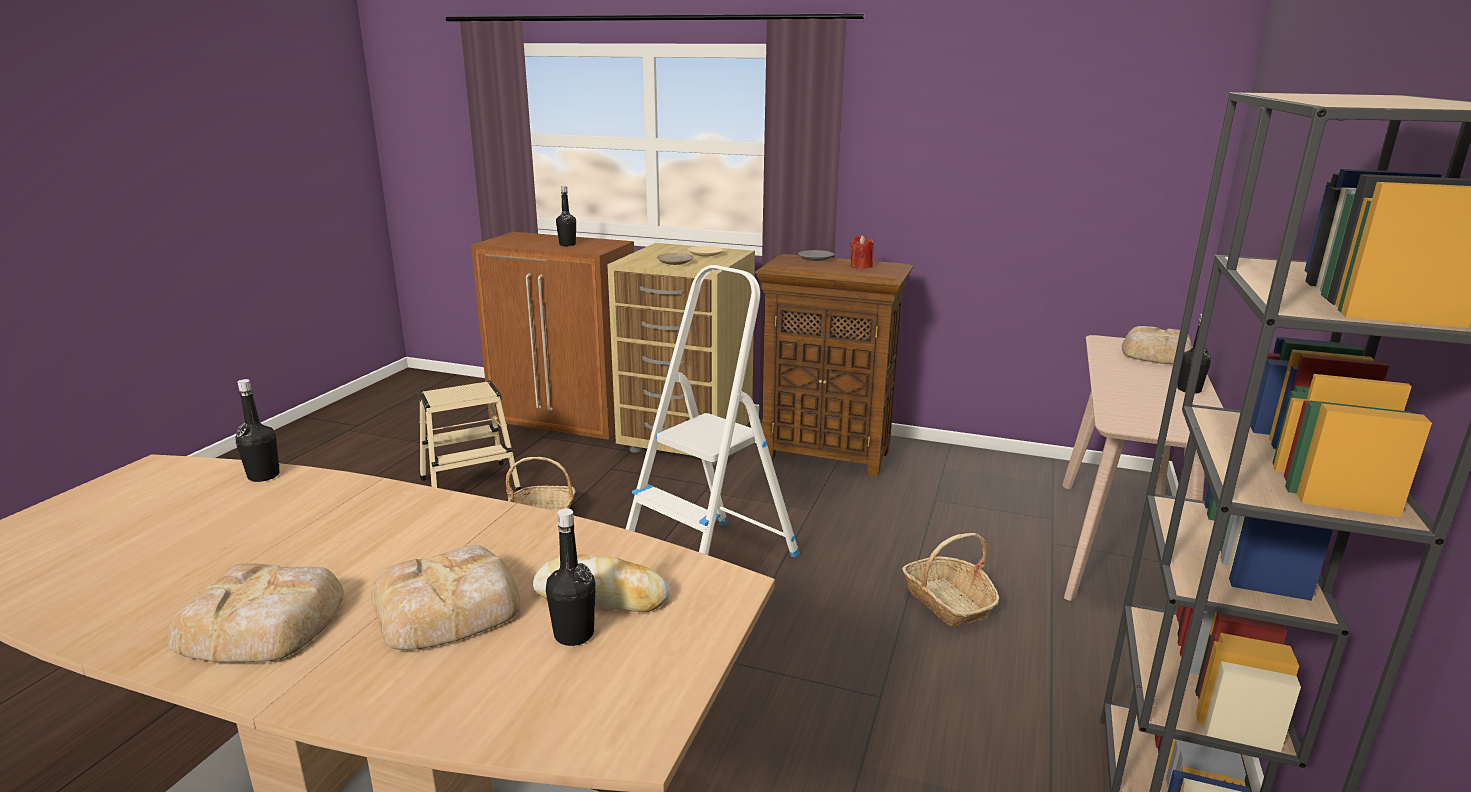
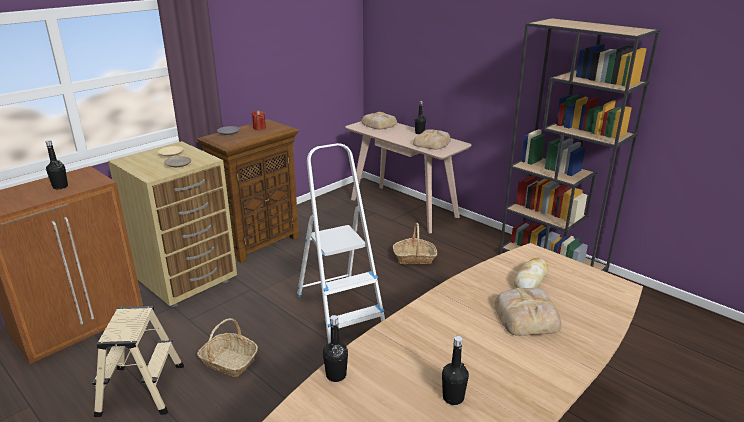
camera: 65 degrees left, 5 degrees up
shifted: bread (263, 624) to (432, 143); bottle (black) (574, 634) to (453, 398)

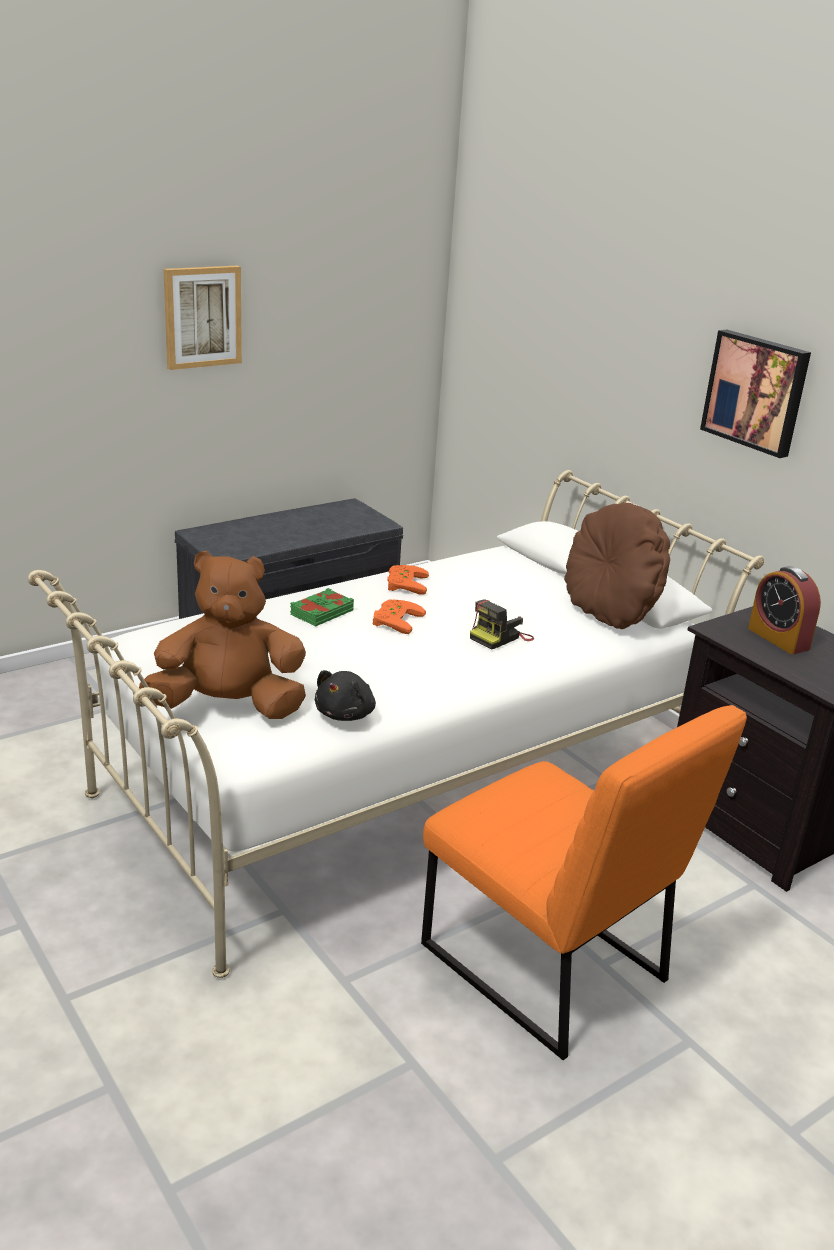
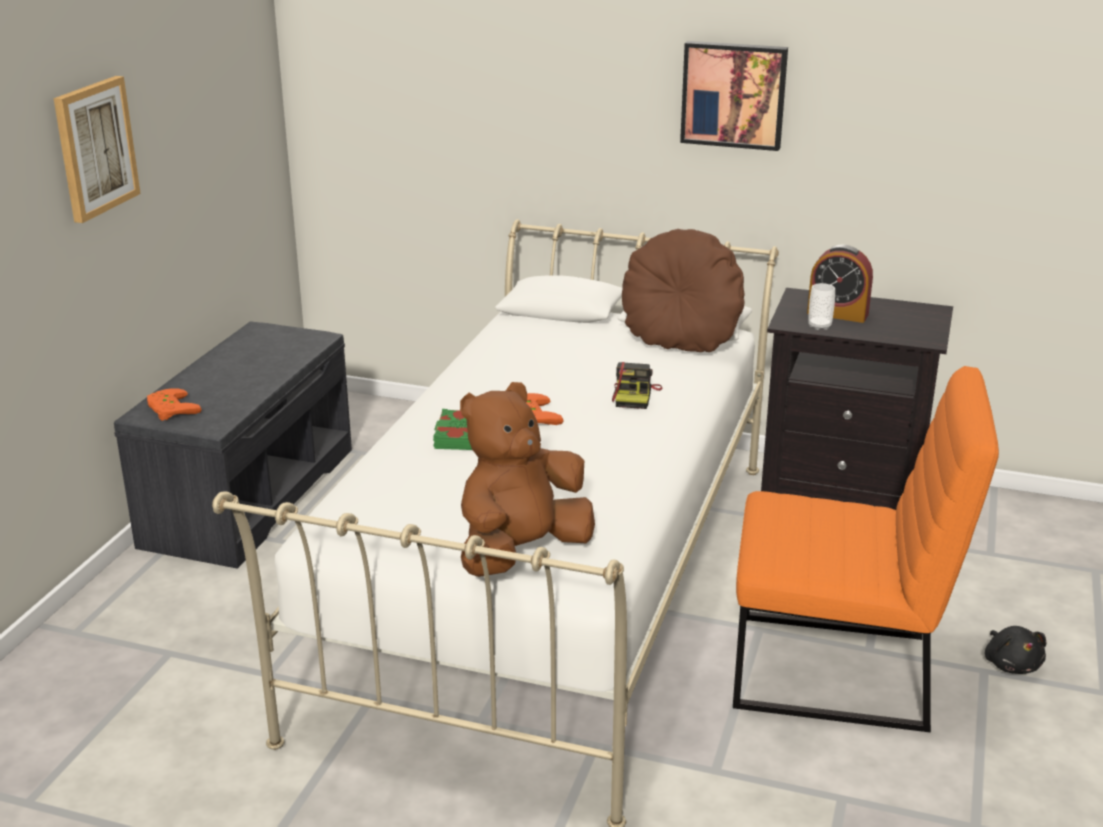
camera: 35 degrees left, 0 degrees up
new: cup (819, 326)
shifted: game controller (orange) (404, 583) to (169, 409); plush toy (black) (346, 714) to (1011, 664)

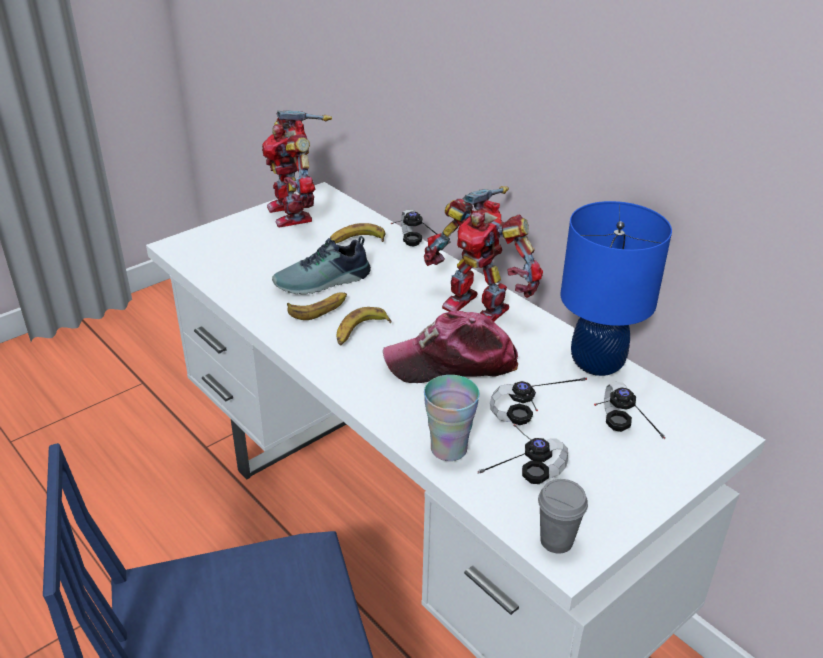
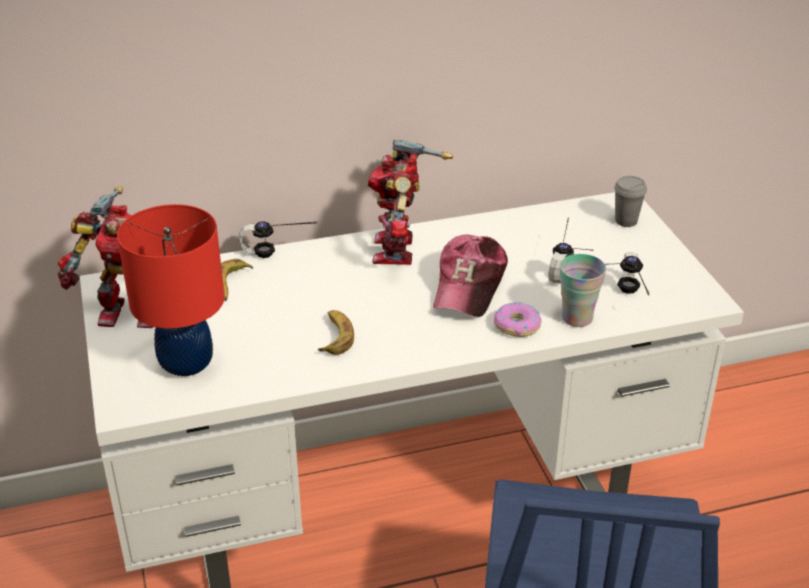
camera: 65 degrees left, 0 degrees up
gone: shoe (323, 282); banana (360, 332); table lamp (blue) (597, 366); headphones (615, 438)
new: table lamp (red) (189, 365); donut (516, 326)
shifted: cup (grey) (556, 541) to (626, 221)
rotated: toy robot (478, 306) = (398, 250) 120 degrees clockwise

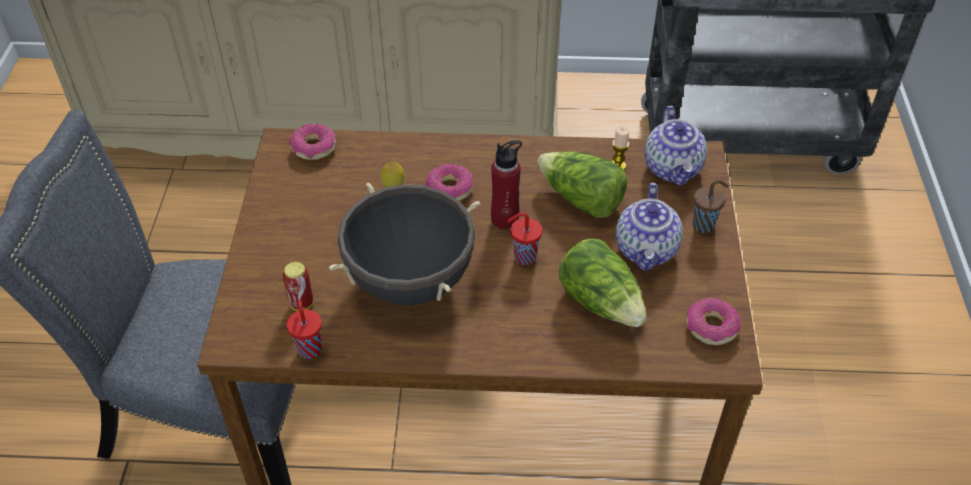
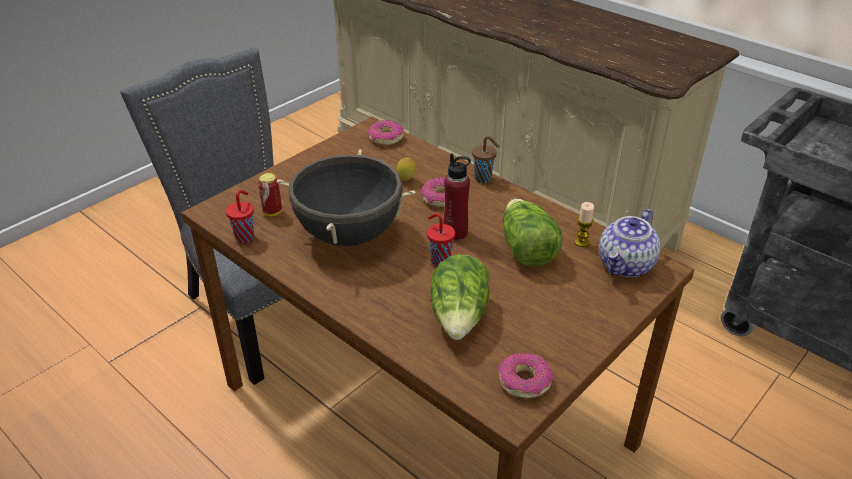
camera: 40 degrees right, 10 degrees down
gone: teapot (647, 250)
shifted: cup (brown) (704, 225) to (484, 179)

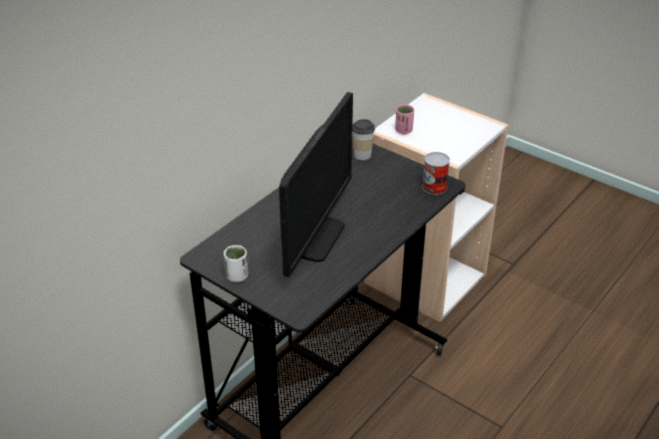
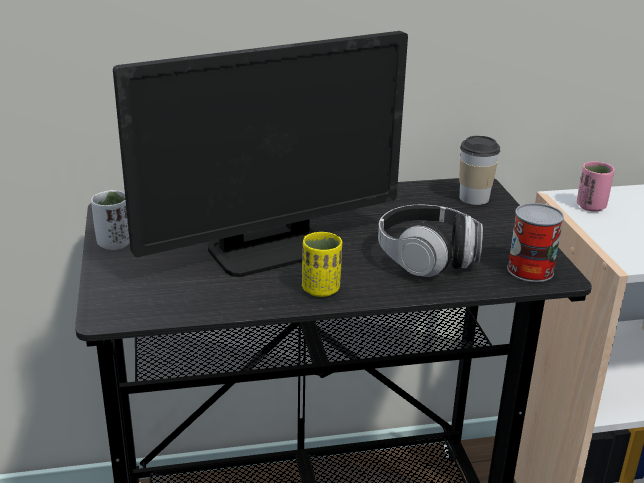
camera: 40 degrees right, 10 degrees down
new: cup (yellow) (321, 289); headphones (427, 258)

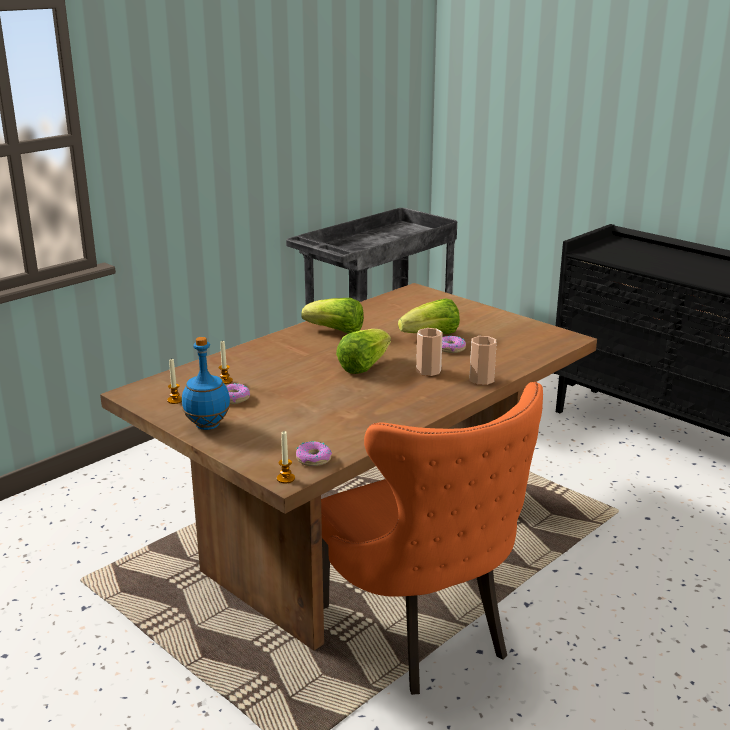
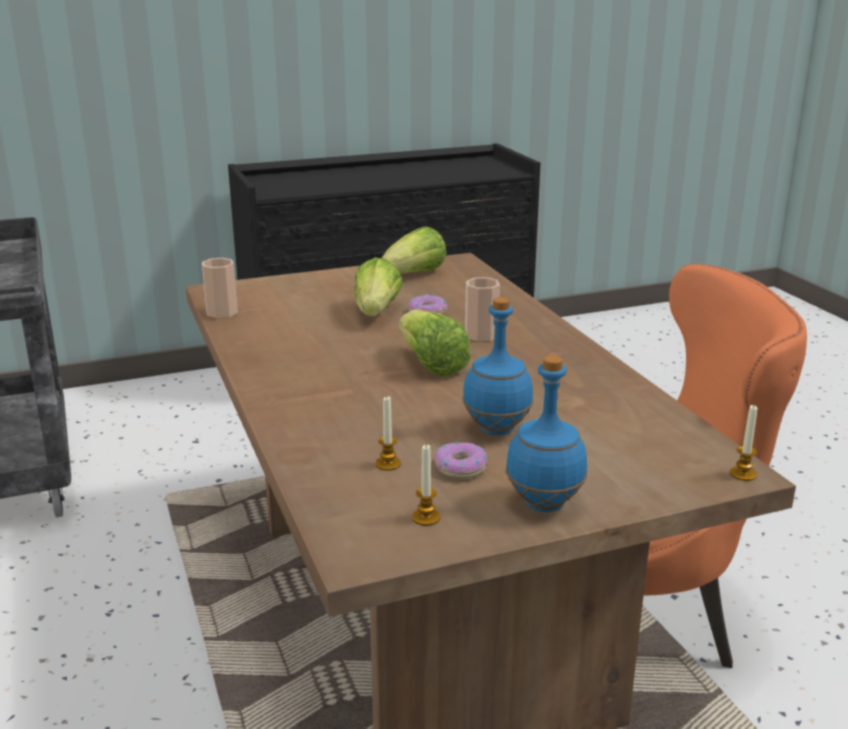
camera: 65 degrees left, 0 degrees up
gone: donut (313, 459)
new: bottle (blue) (495, 430)
shifted: cup (481, 379) to (222, 313); lettuce (336, 331) to (414, 275)

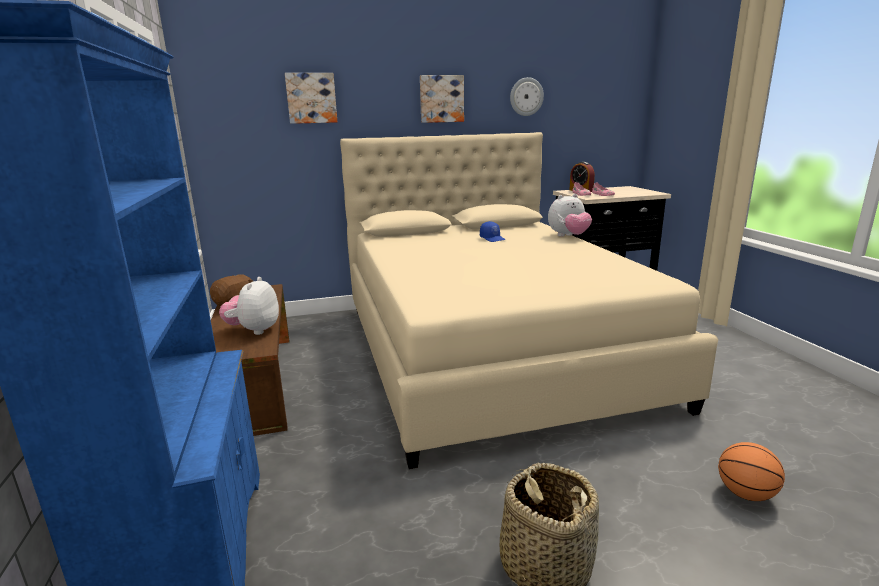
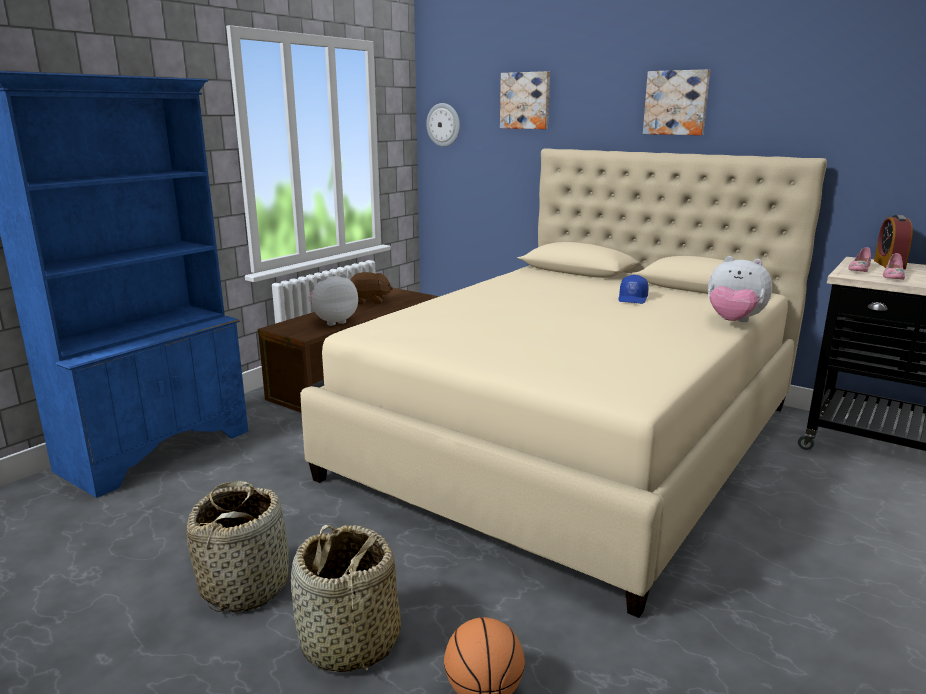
camera: 50 degrees right, 0 degrees up
new: basket (349, 642)
shifted: wall clock (526, 97) to (443, 125)

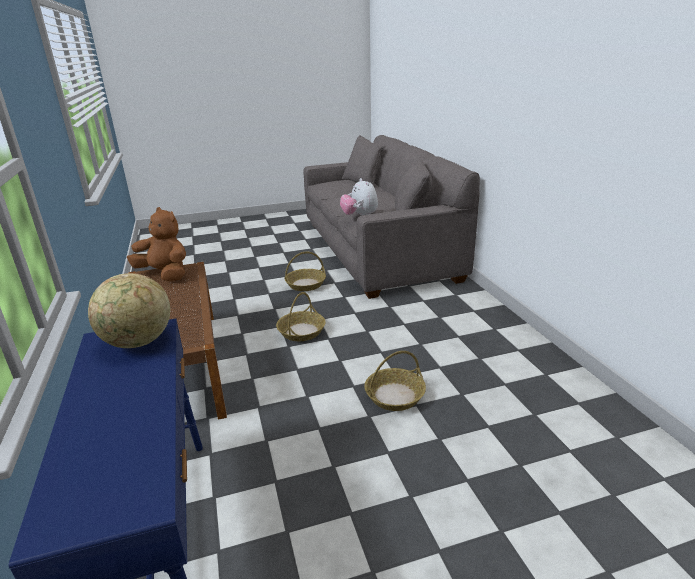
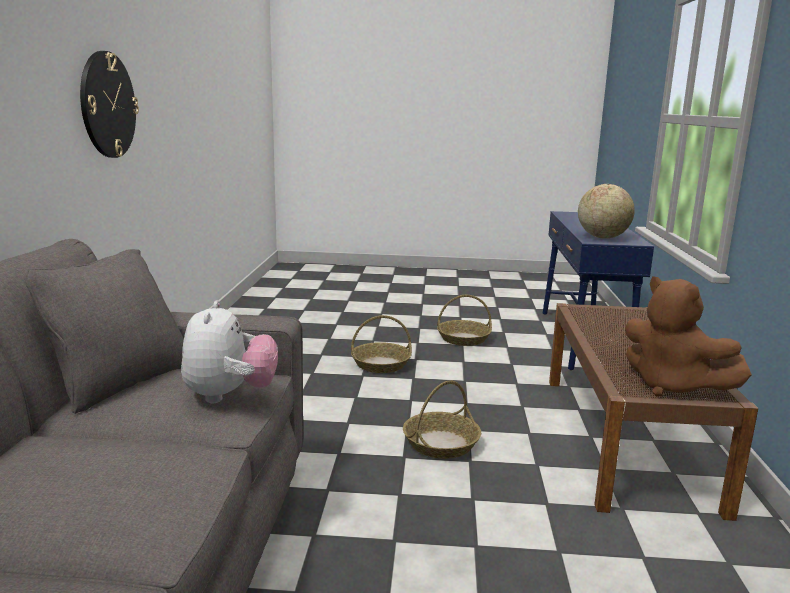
camera: 160 degrees left, 10 degrees down
new: wall clock (107, 105)
shifted: basket (305, 284) to (463, 339)

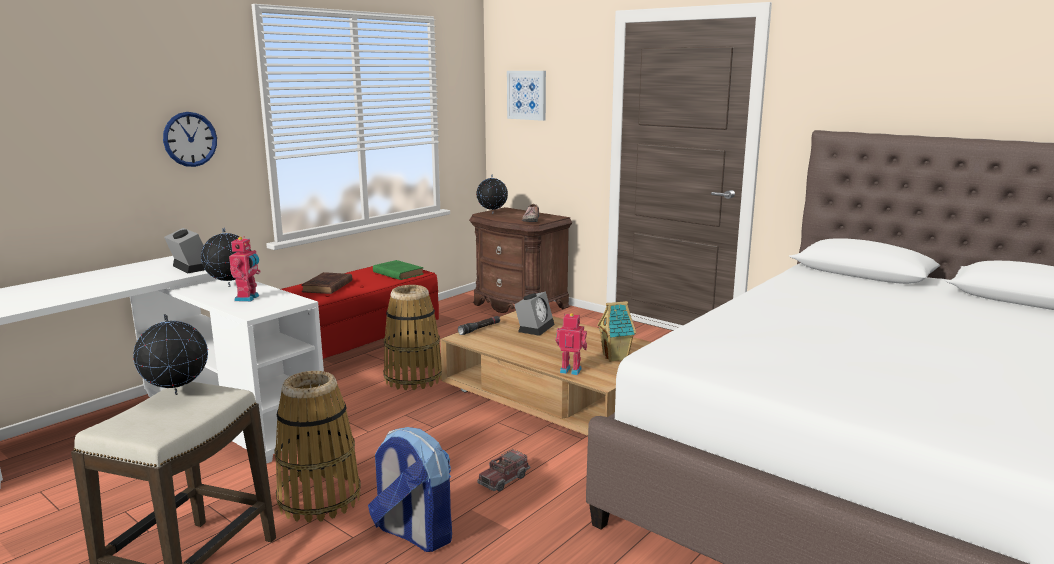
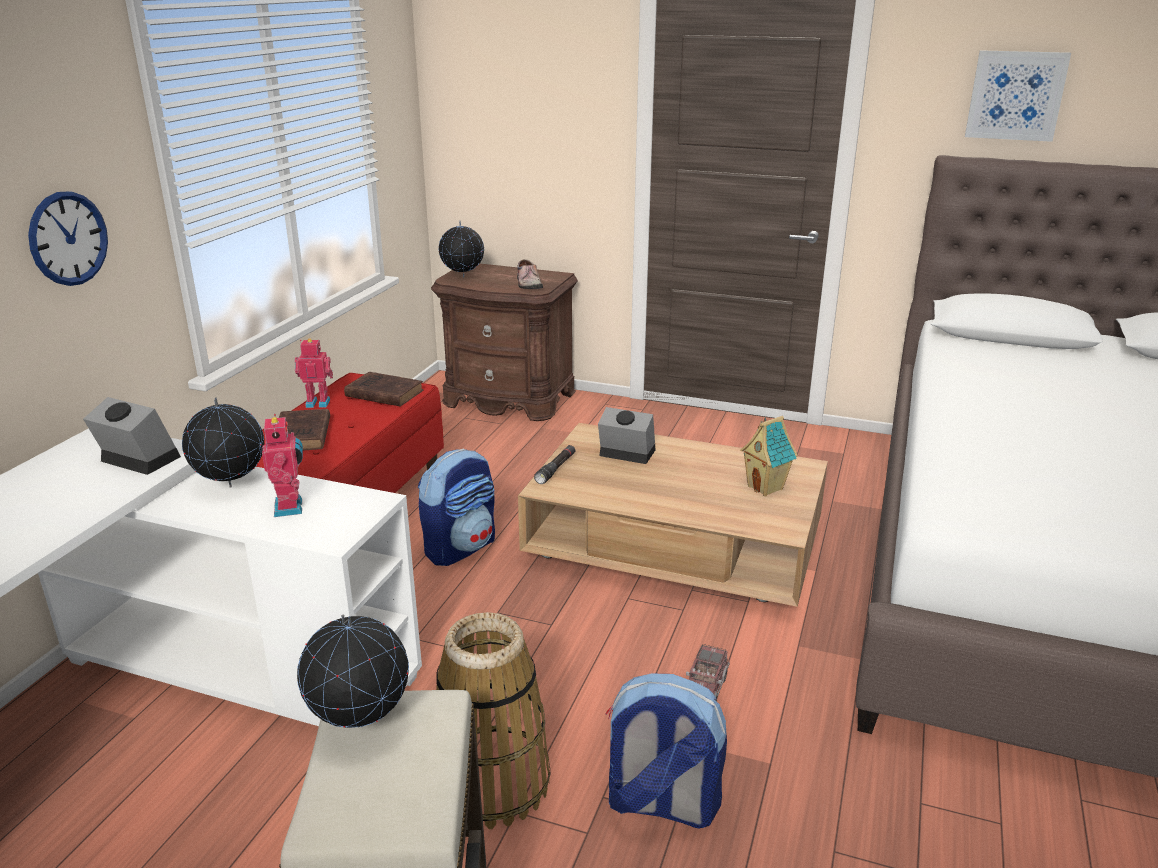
camera: 20 degrees left, 10 degrees up
shifted: toy robot (571, 370) to (318, 402); picture (527, 95) to (1016, 95)
swapped: basket (413, 378) to backpack (461, 547)
repainted: book (green) (397, 273) to book (brown) (382, 393)
rotated: alarm clock (535, 327) = (624, 454) 75 degrees counterclockwise

